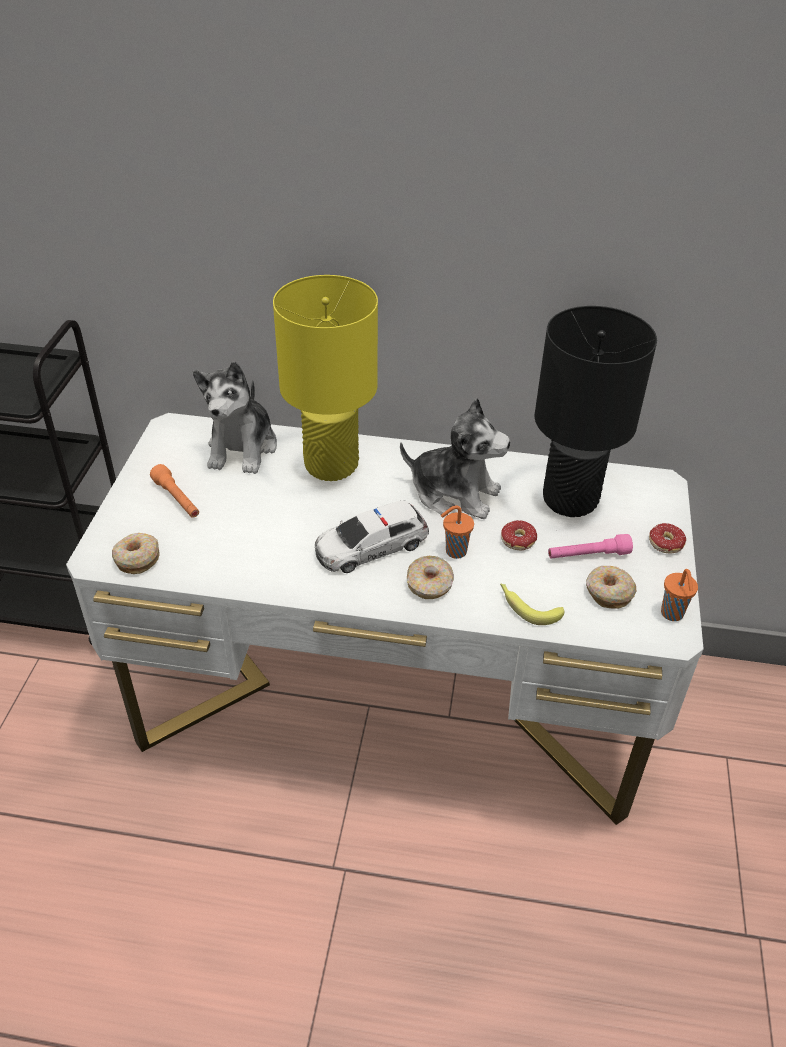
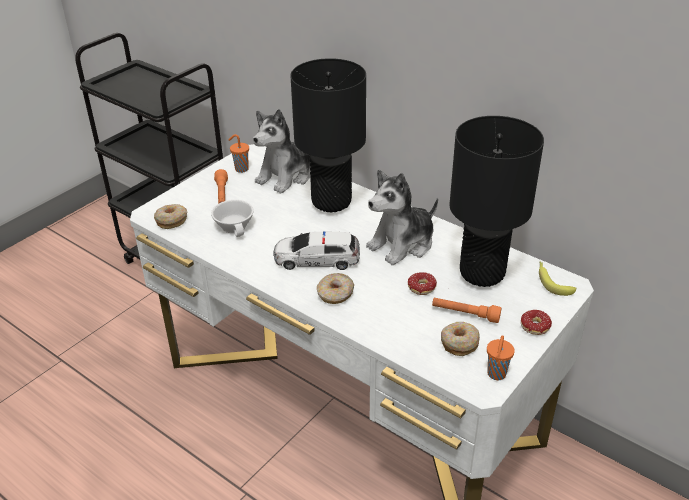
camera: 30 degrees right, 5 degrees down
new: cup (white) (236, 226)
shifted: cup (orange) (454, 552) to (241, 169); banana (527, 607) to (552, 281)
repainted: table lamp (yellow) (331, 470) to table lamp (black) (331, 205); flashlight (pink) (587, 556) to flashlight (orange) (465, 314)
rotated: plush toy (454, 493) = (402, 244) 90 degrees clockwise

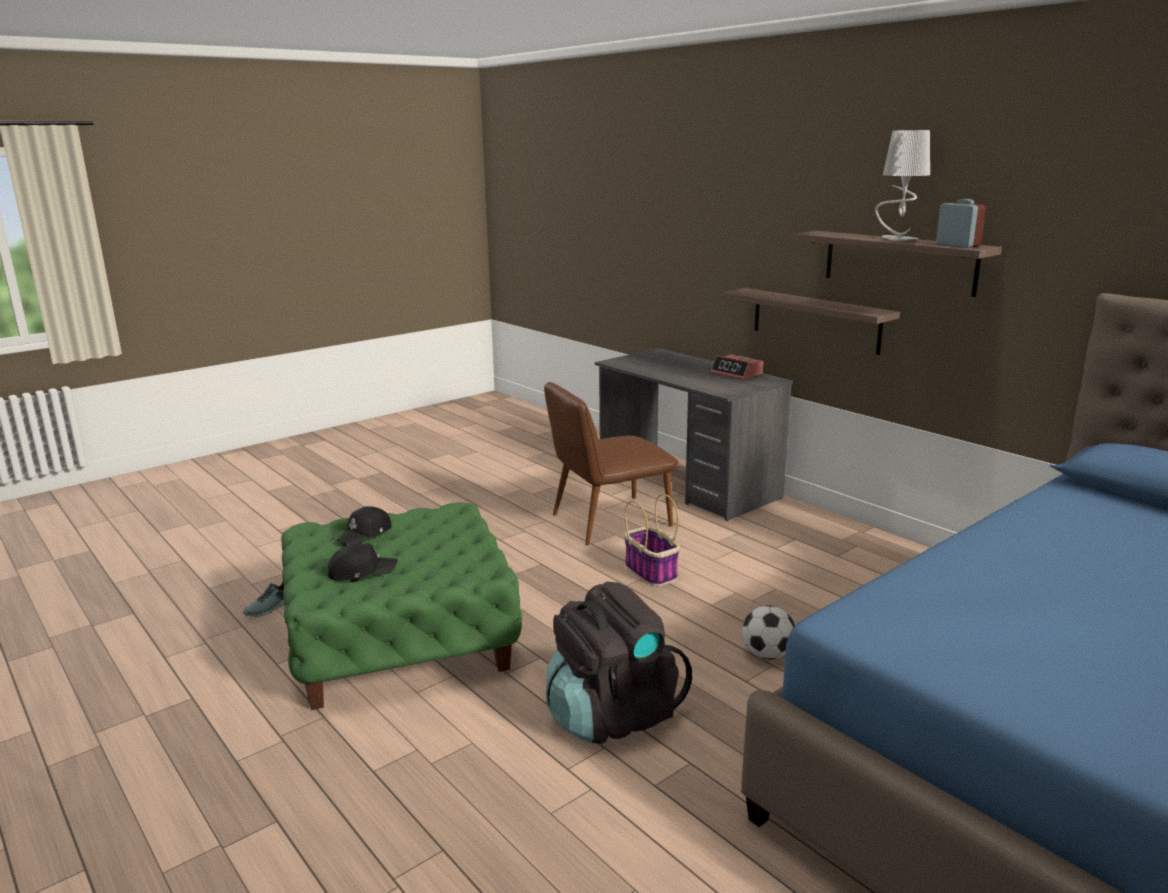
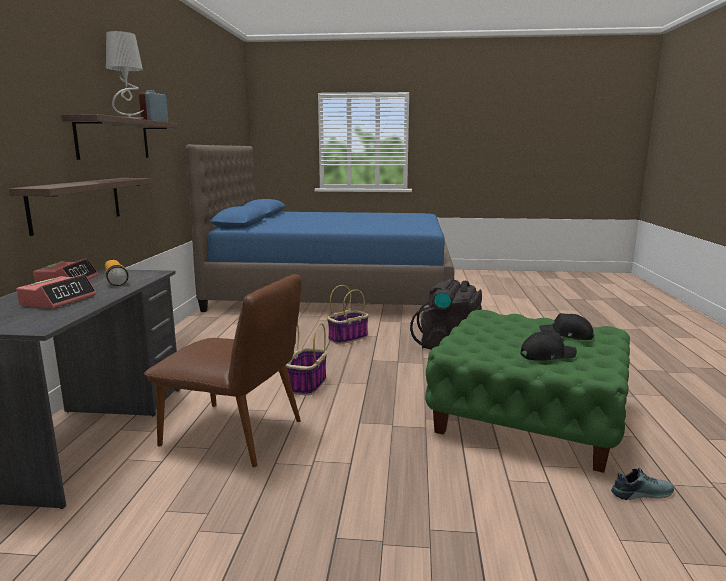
camera: 135 degrees left, 5 degrees down
new: alarm clock (59, 300); flashlight (116, 280)
swapped: football (767, 655) to basket (348, 338)

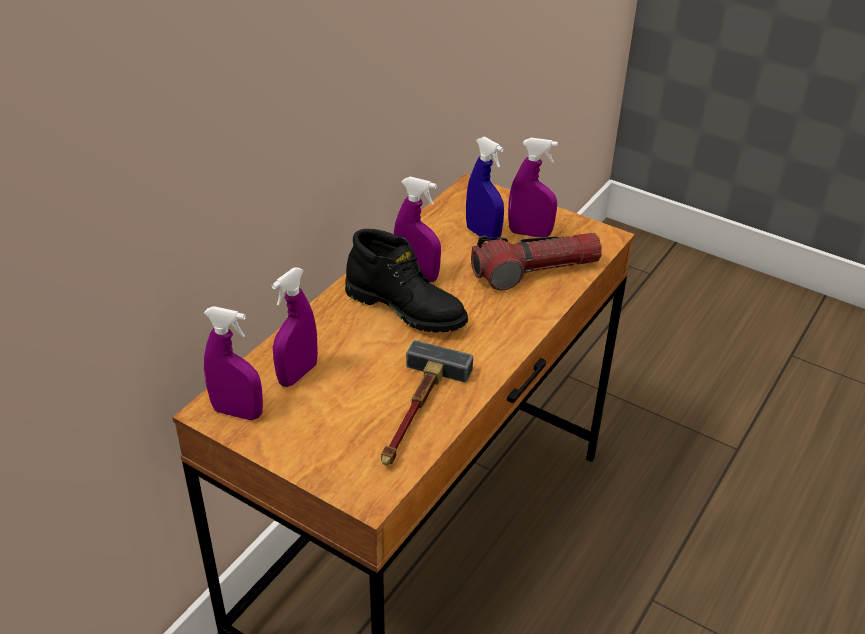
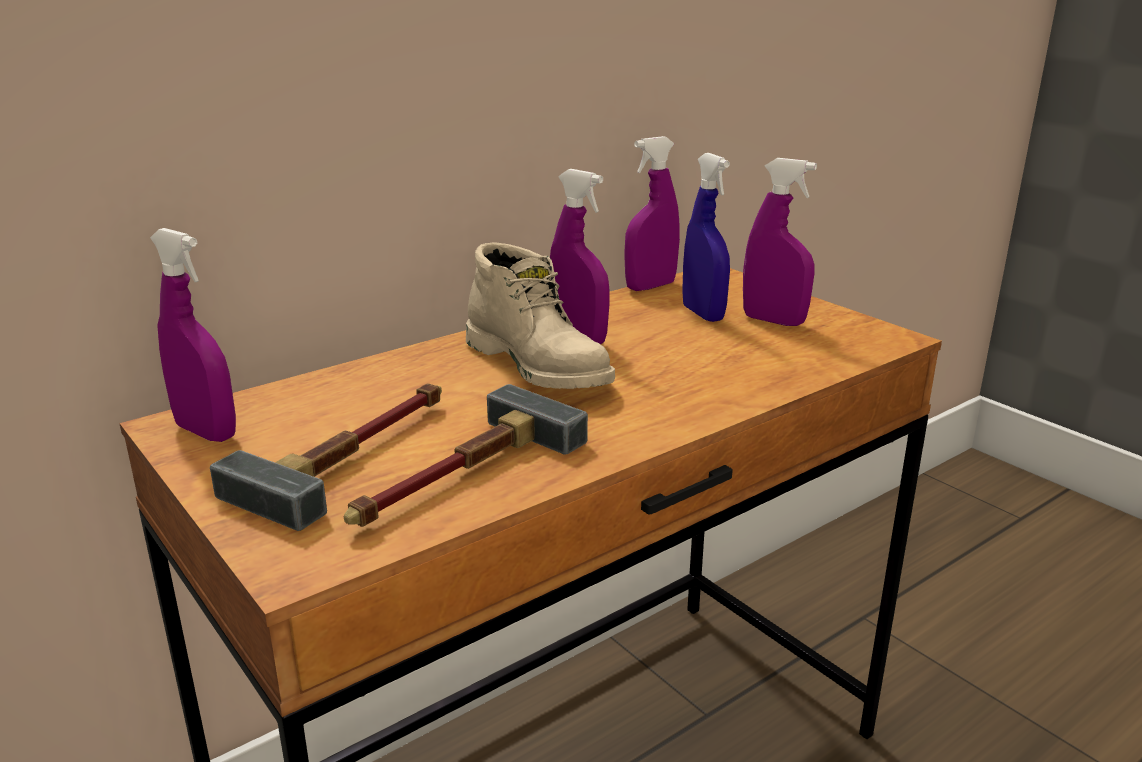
camera: 20 degrees right, 15 degrees down
gone: flashlight (535, 271)
new: hammer (357, 453)
shifted: spray bottle (purple) (297, 374) to (650, 286)
repainted: boot (black) (407, 307) to boot (beige) (540, 366)

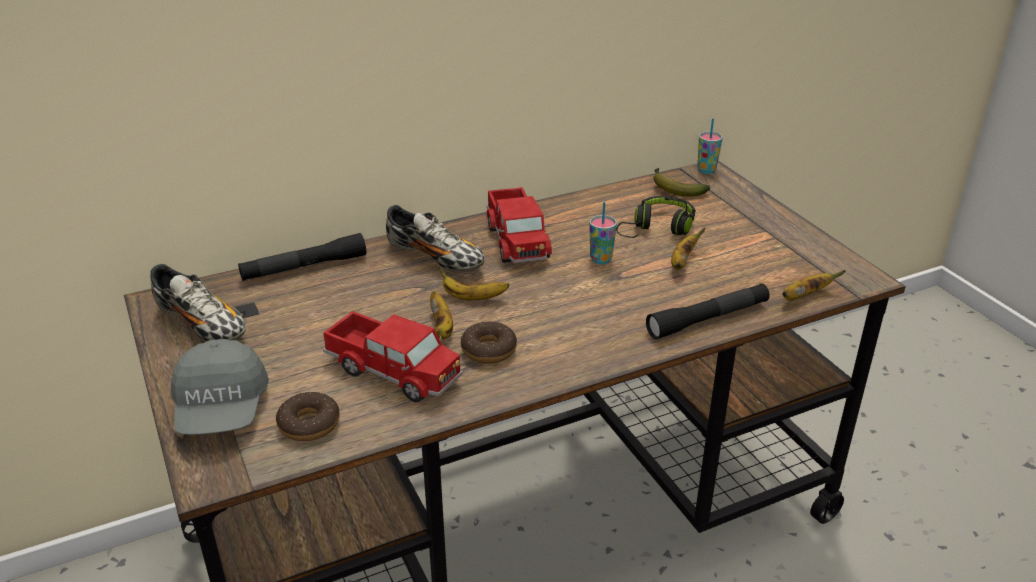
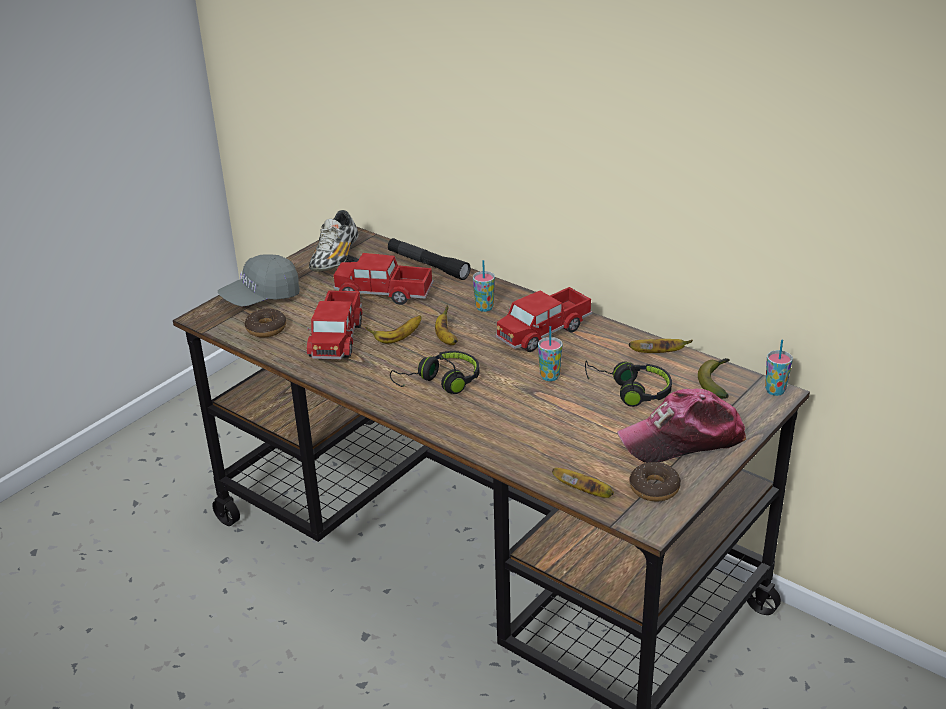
camera: 65 degrees right, 0 degrees up
gone: flashlight (black) (708, 319)
new: toy truck (383, 293); headphones (black) (440, 382); cap (682, 439)
shifted: banana (682, 262) to (658, 353); donut (488, 350) to (654, 488)
swapped: shoe (436, 258) to cup (484, 307)

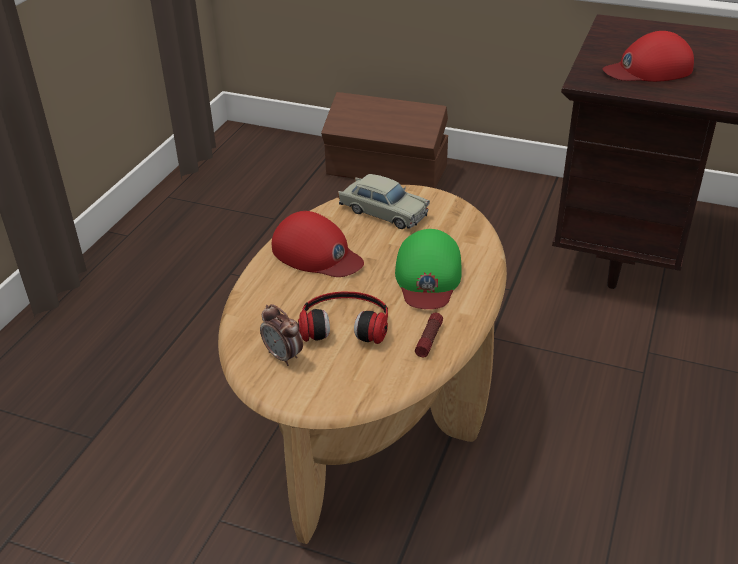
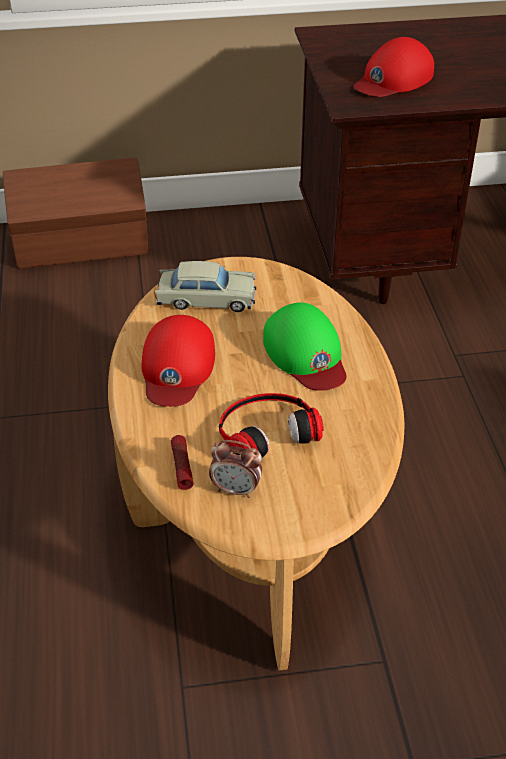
camera: 30 degrees left, 5 degrees up
shifted: flashlight (429, 339) to (182, 467)
rotated: cap (red) (317, 254) = (177, 367) 90 degrees clockwise

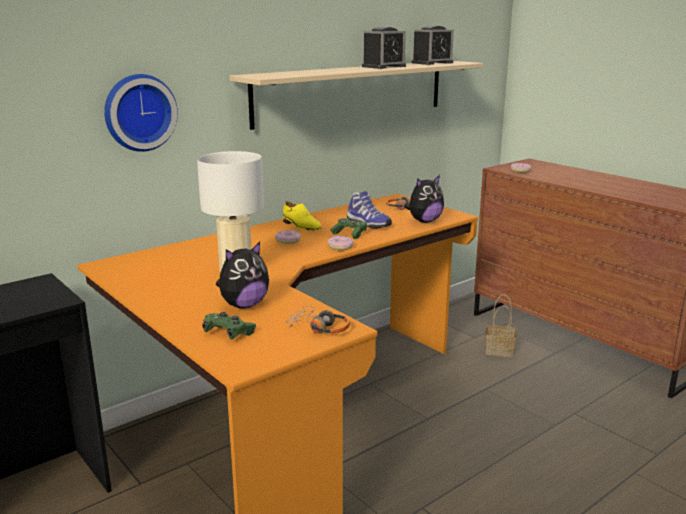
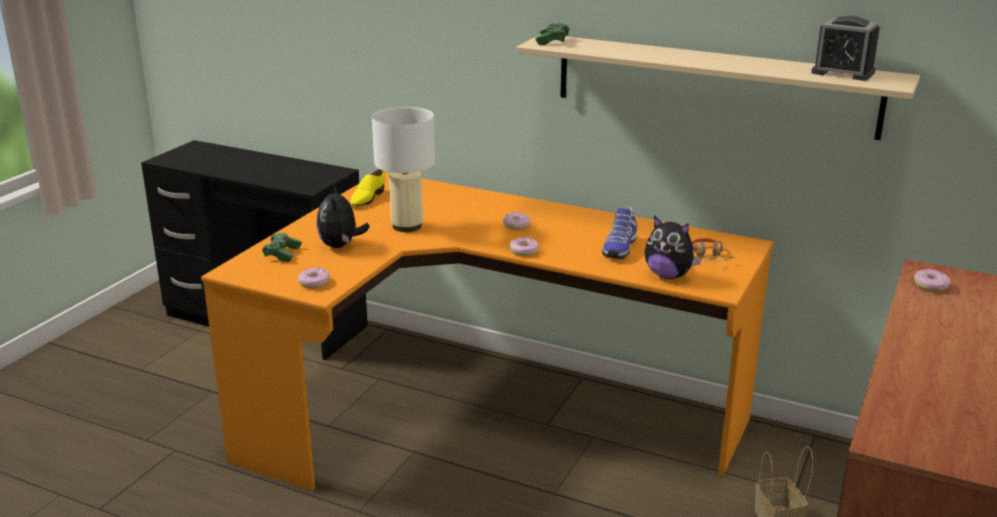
camera: 65 degrees right, 5 degrees up
gone: wall clock (139, 112); alarm clock (384, 66)
shifted: shoe (yellow) (301, 226) to (367, 198); game controller (green) (349, 234) to (552, 41)
swapped: headphones (318, 328) to donut (314, 283)
rotated: plush toy (244, 305) = (340, 246) 60 degrees clockwise

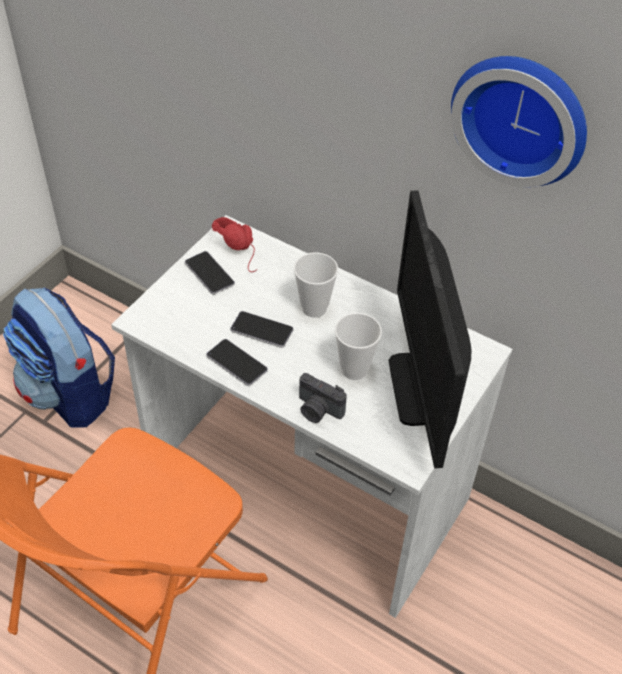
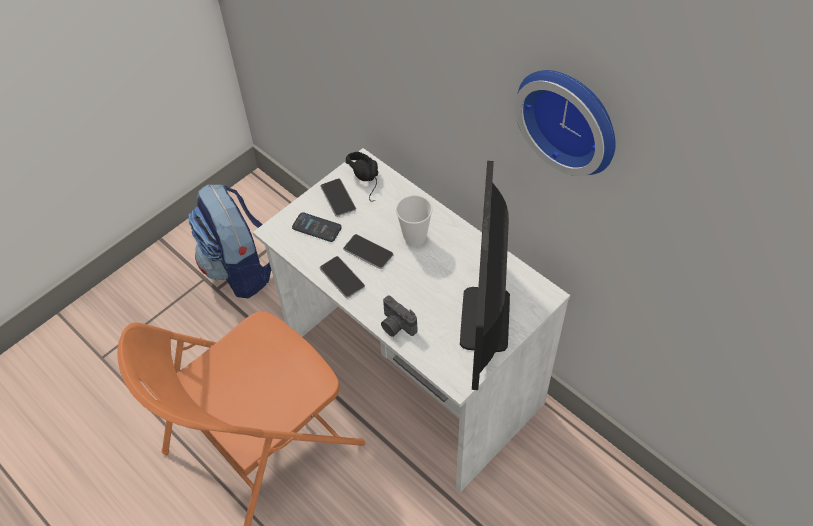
camera: 15 degrees right, 5 degrees up
gone: cup (354, 369)
new: phone (317, 227)
repainted: headphones (red) (243, 250) to headphones (black) (370, 181)

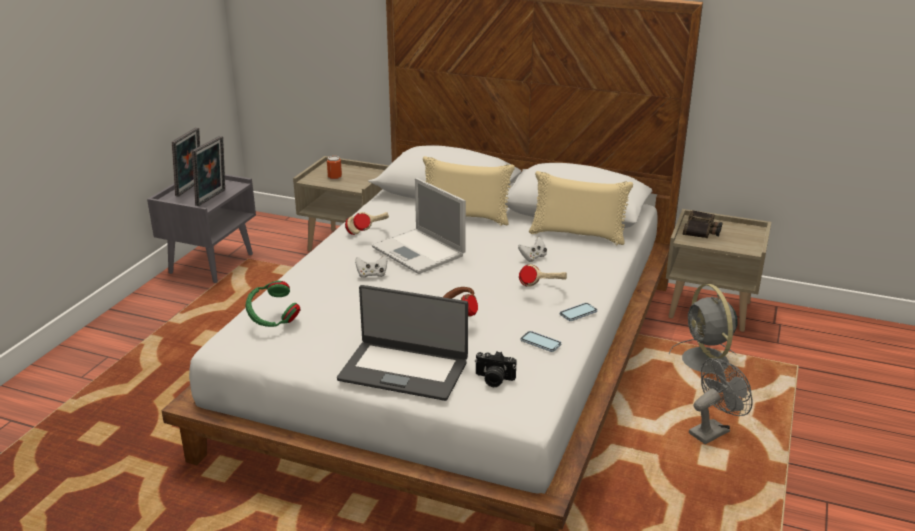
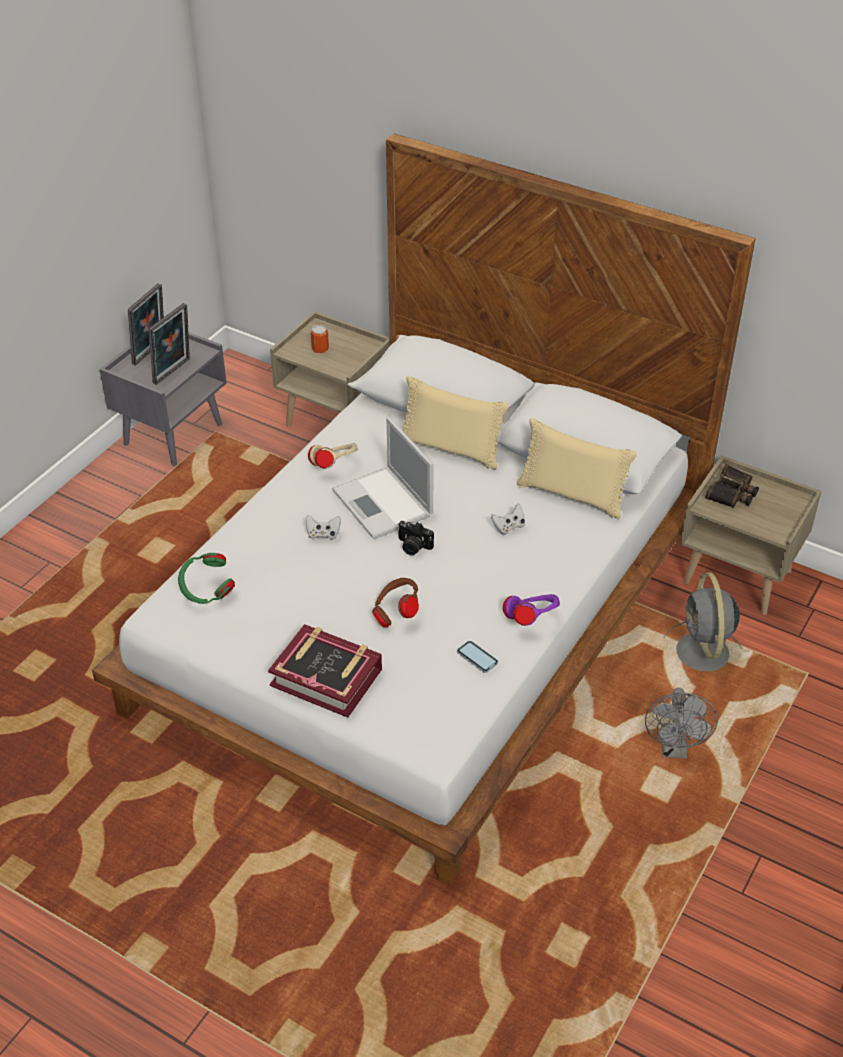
camera: 10 degrees right, 15 degrees up
gone: headphones (beige) (542, 290)
shifted: photo camera (493, 379) to (413, 546)
swapped: laptop (404, 370) to book (326, 677); phone (578, 313) to headphones (purple) (531, 619)
rotated: fan (grey) (713, 430) = (674, 749) 120 degrees clockwise

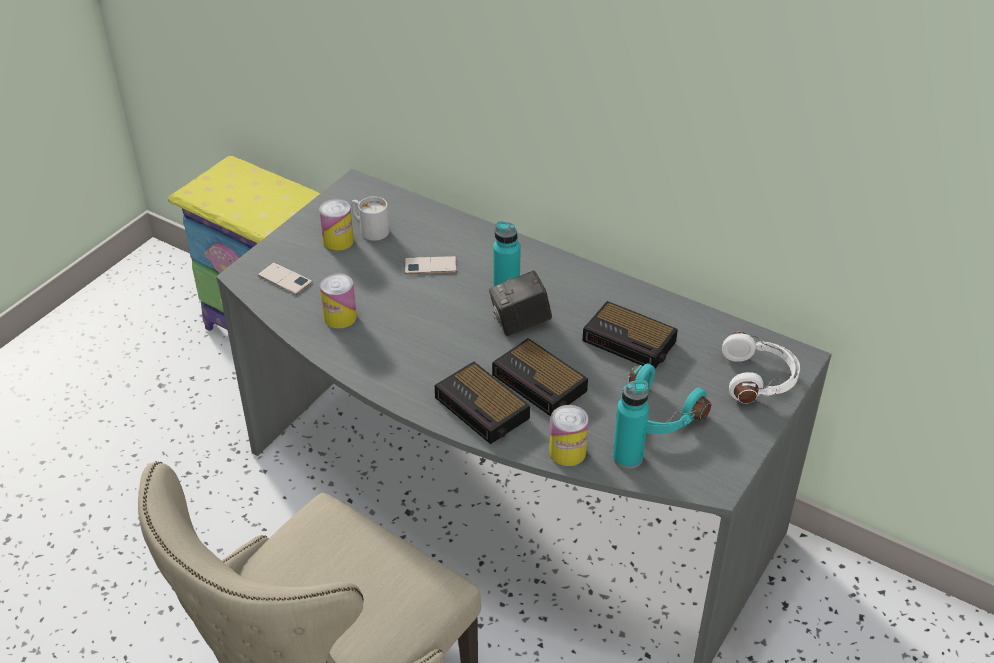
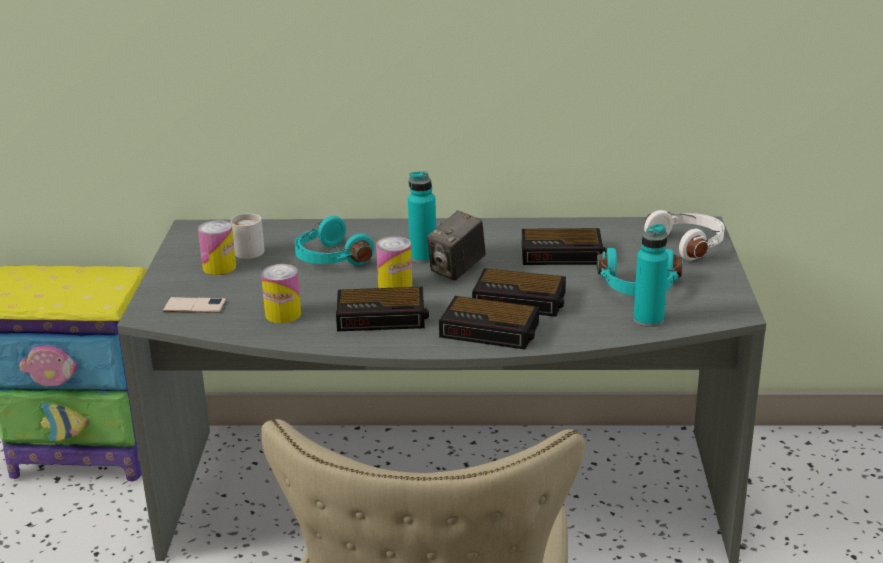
camera: 30 degrees left, 15 degrees down
new: alarm clock (383, 316)
shifted: can (567, 452) to (395, 285)
swapped: phone (430, 266) to headphones (turquoise) (330, 258)

